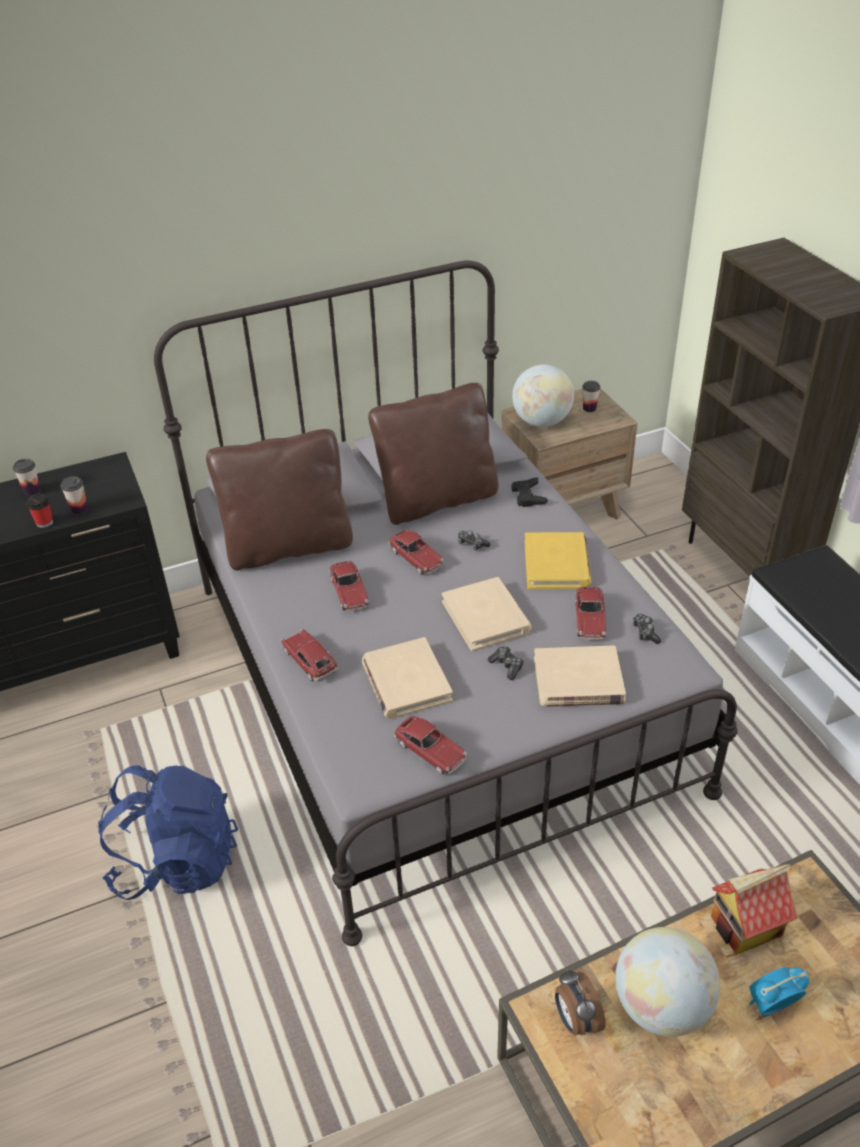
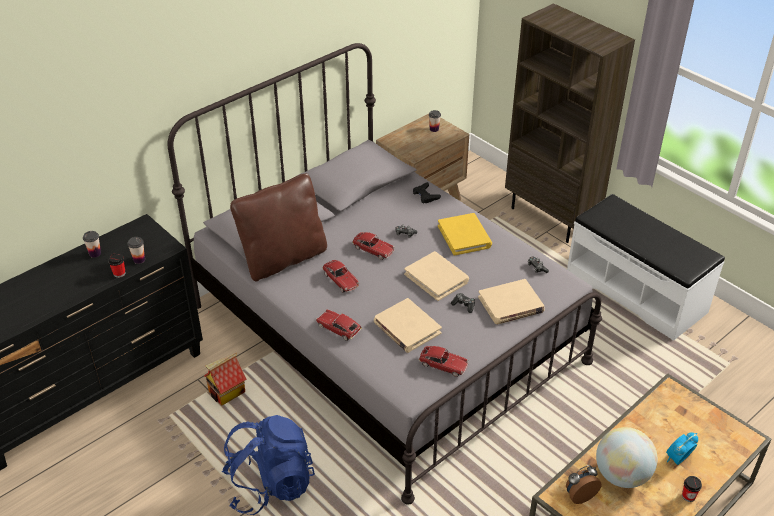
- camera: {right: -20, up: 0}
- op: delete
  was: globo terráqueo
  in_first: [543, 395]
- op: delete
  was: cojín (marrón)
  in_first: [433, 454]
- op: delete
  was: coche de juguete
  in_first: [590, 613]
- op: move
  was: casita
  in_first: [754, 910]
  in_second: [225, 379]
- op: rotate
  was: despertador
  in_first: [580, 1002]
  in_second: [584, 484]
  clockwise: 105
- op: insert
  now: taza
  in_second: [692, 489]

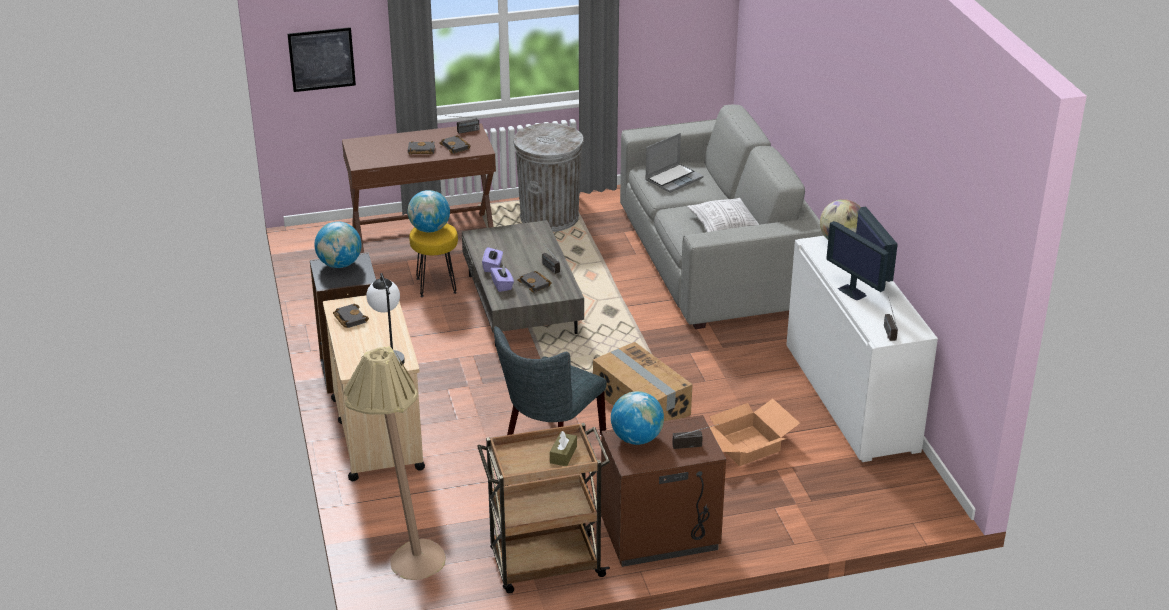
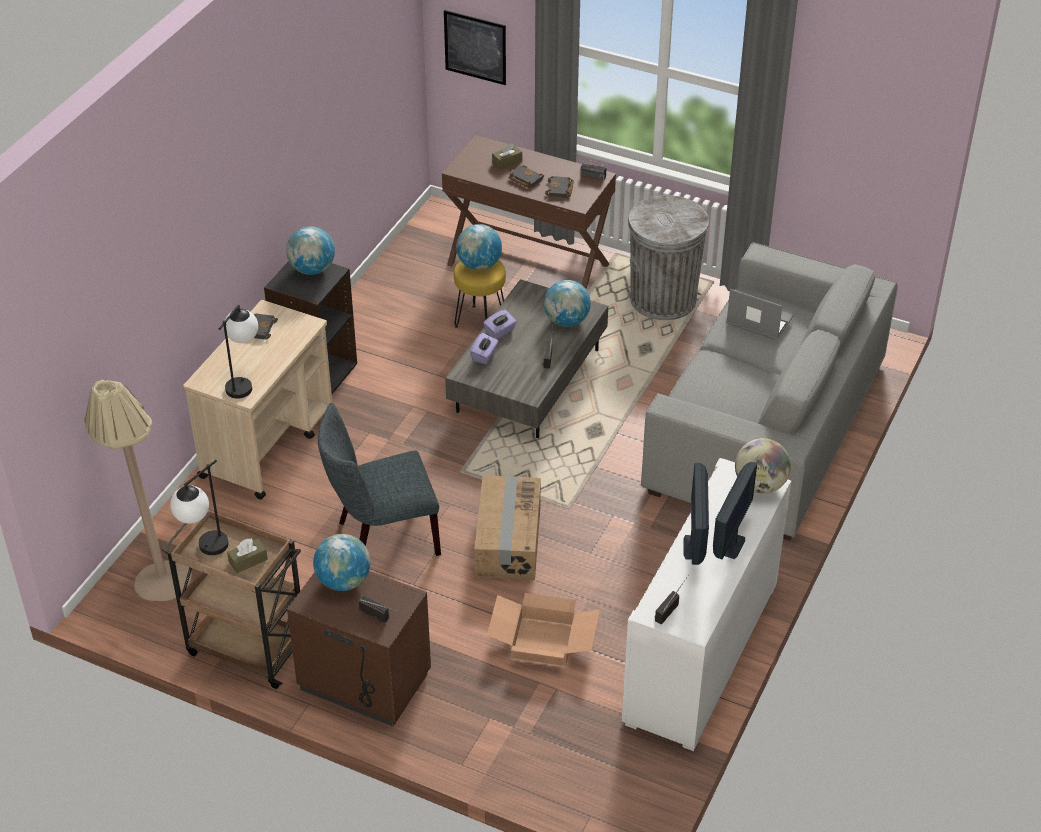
- camera: {right: 40, up: 10}
- op: rotate
  was: portátil
  in_first: [674, 163]
  in_second: [760, 314]
  clockwise: -150
- op: delete
  was: cojín
  in_first: [723, 215]
- op: delete
  was: libro (negro)
  in_first: [534, 281]
- op: insert
  now: caja de pañuelos (marrón)
  in_second: [507, 156]
- op: insert
  now: globo terráqueo
  in_second: [567, 303]
- op: insert
  now: lámpara de mesa
  in_second: [199, 507]

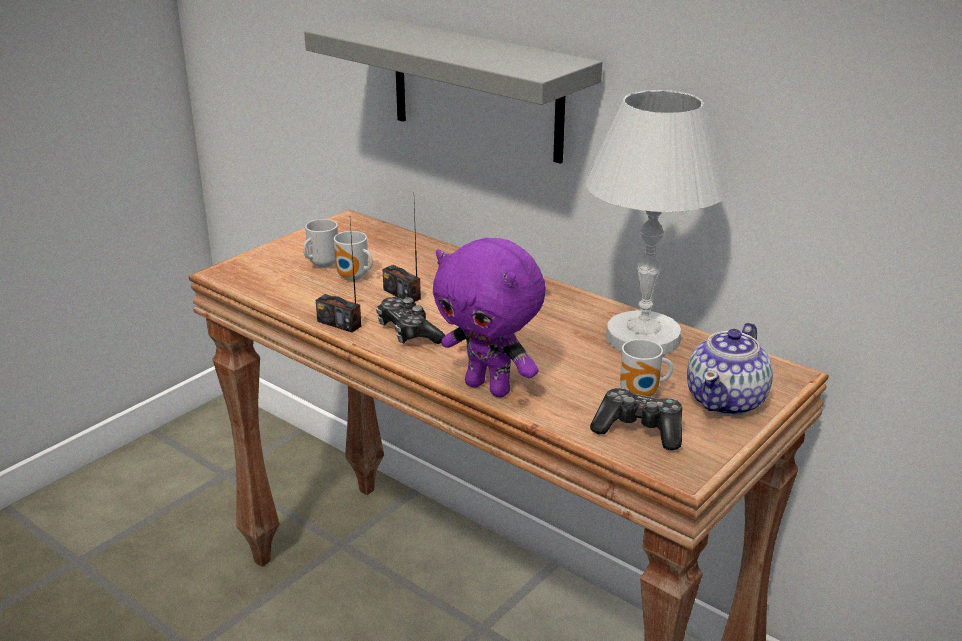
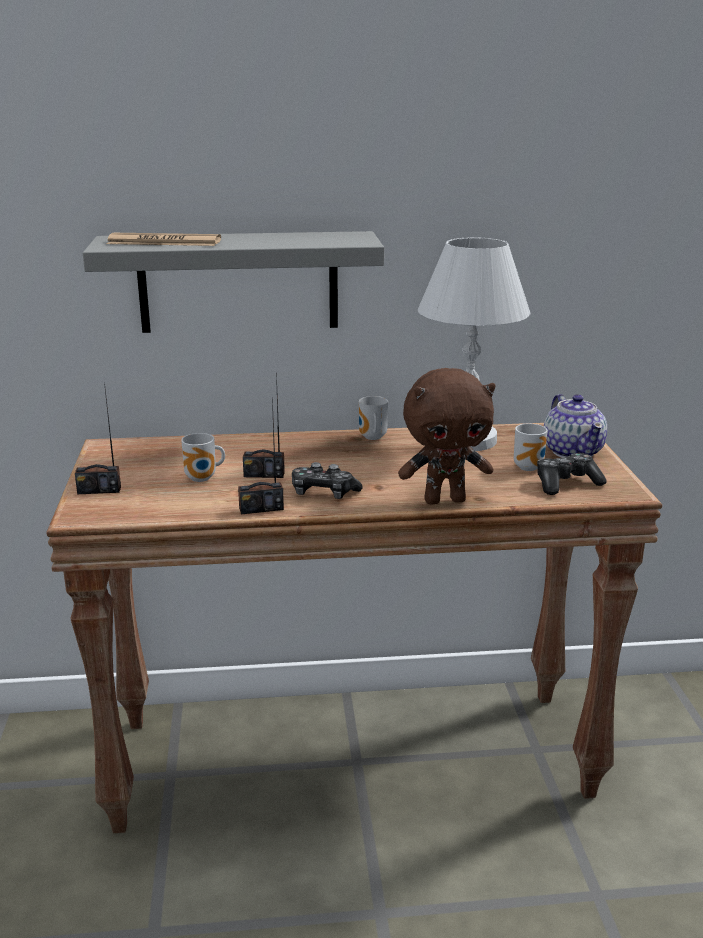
- camera: {right: -45, up: -5}
- op: move
  was: taza grande
  in_first: [320, 243]
  in_second: [373, 418]
- op: recolor
  was: peluche (morado)
  now: peluche (marrón)
  in_first: [489, 317]
  in_second: [446, 436]
- op: insert
  now: periódico
  in_second: [164, 239]
- op: insert
  now: radio
  in_second: [98, 438]

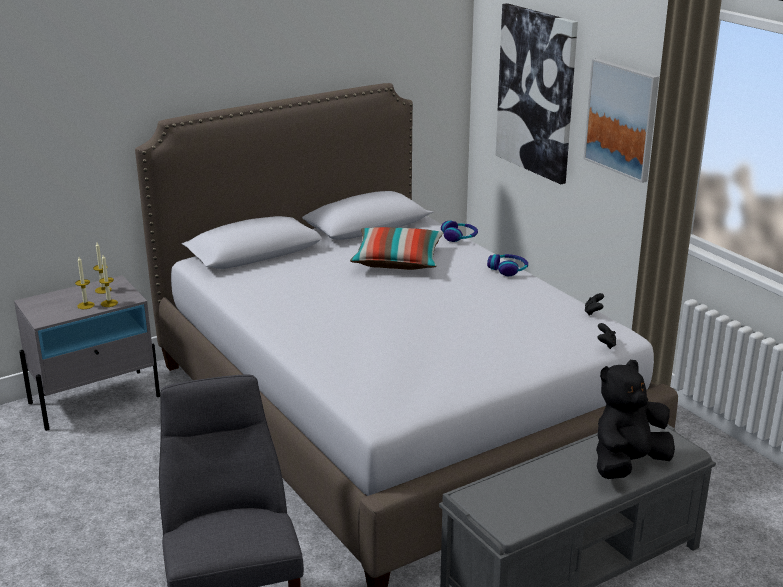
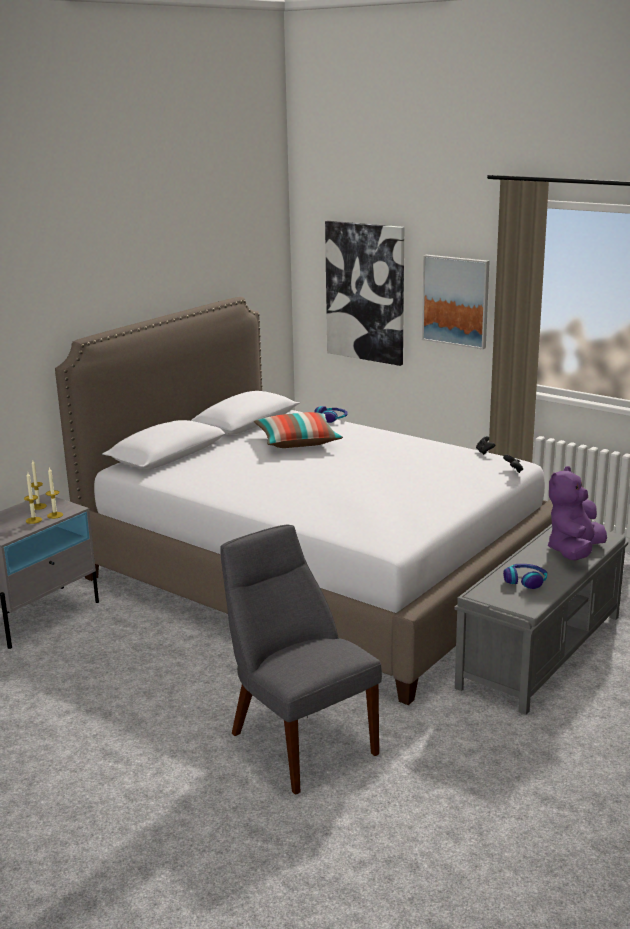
- camera: {right: -20, up: -5}
- op: move
  was: auriculares
  in_first: [507, 265]
  in_second: [525, 576]
- op: recolor
  was: peluche (negro)
  now: peluche (morado)
  in_first: [635, 419]
  in_second: [577, 513]

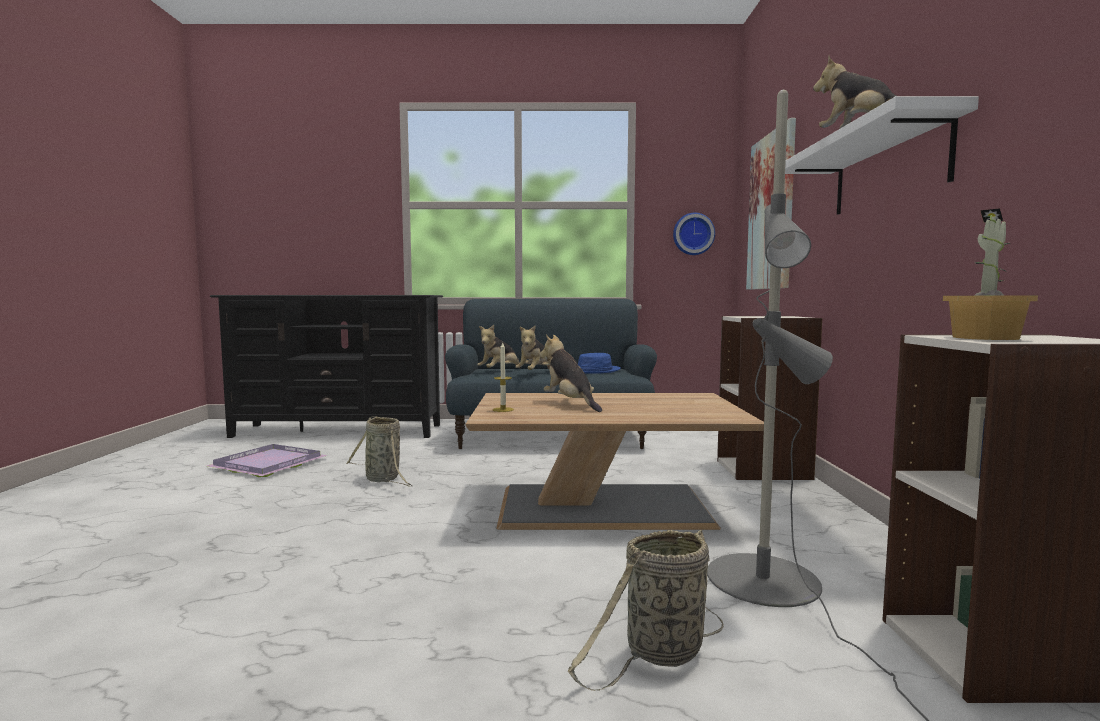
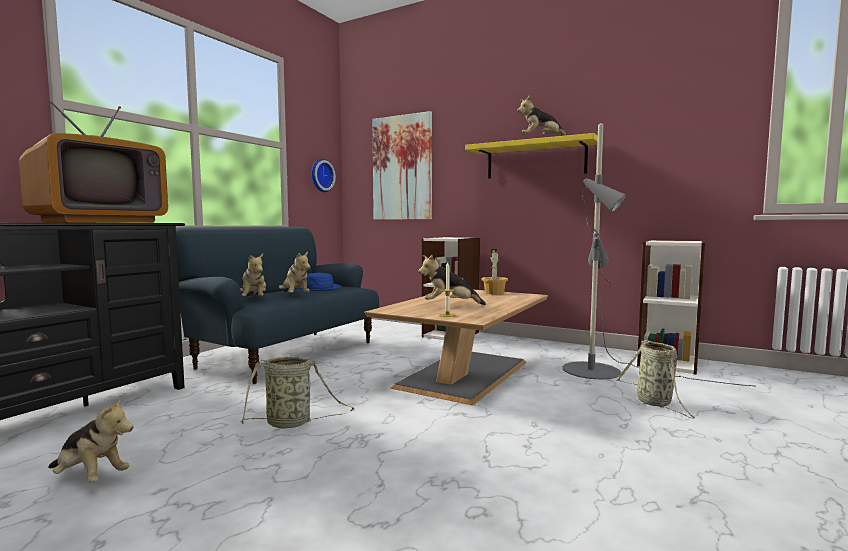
- camera: {right: -60, up: 0}
- op: recolor
  was: estante (blanco)
  now: estante (amarillo)
  in_first: [882, 155]
  in_second: [531, 156]
- op: move
  was: planta en maceta
  in_first: [990, 274]
  in_second: [495, 271]
- op: replace
  was: bandeja (morado)
  now: peluche
  in_first: [267, 460]
  in_second: [90, 439]
- op: insert
  now: televisor
  in_second: [93, 162]

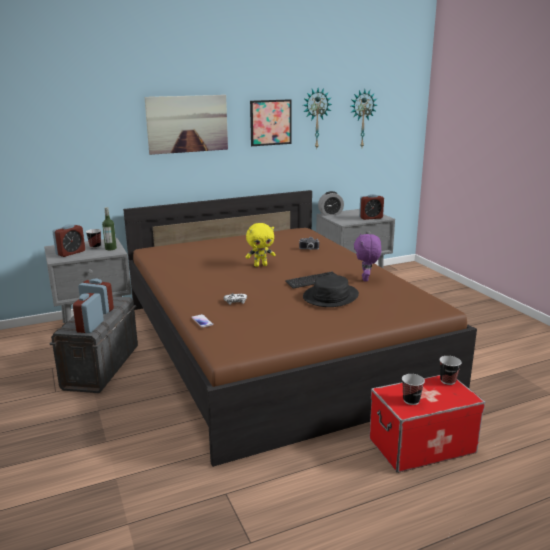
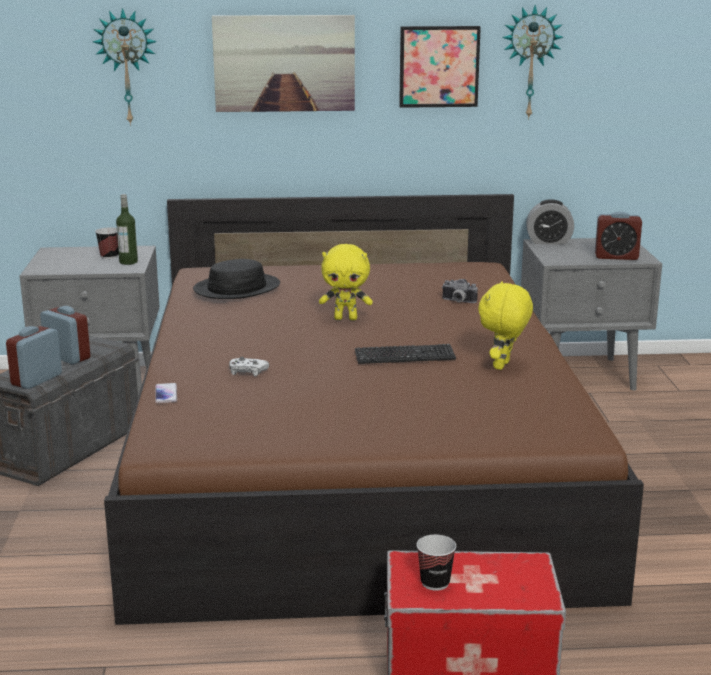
- camera: {right: 20, up: 0}
- op: move
  was: reloj de pared
  in_first: [364, 118]
  in_second: [125, 67]
- op: delete
  was: despertador
  in_first: [68, 240]
- op: recolor
  was: peluche (morado)
  now: peluche (amarillo)
  in_first: [367, 257]
  in_second: [505, 325]
- op: move
  was: sombrero (negro)
  in_first: [331, 291]
  in_second: [236, 279]
- op: delete
  was: taza
  in_first: [451, 370]

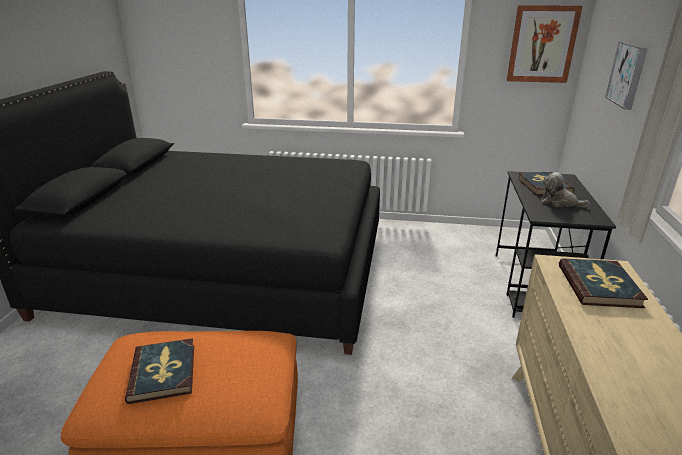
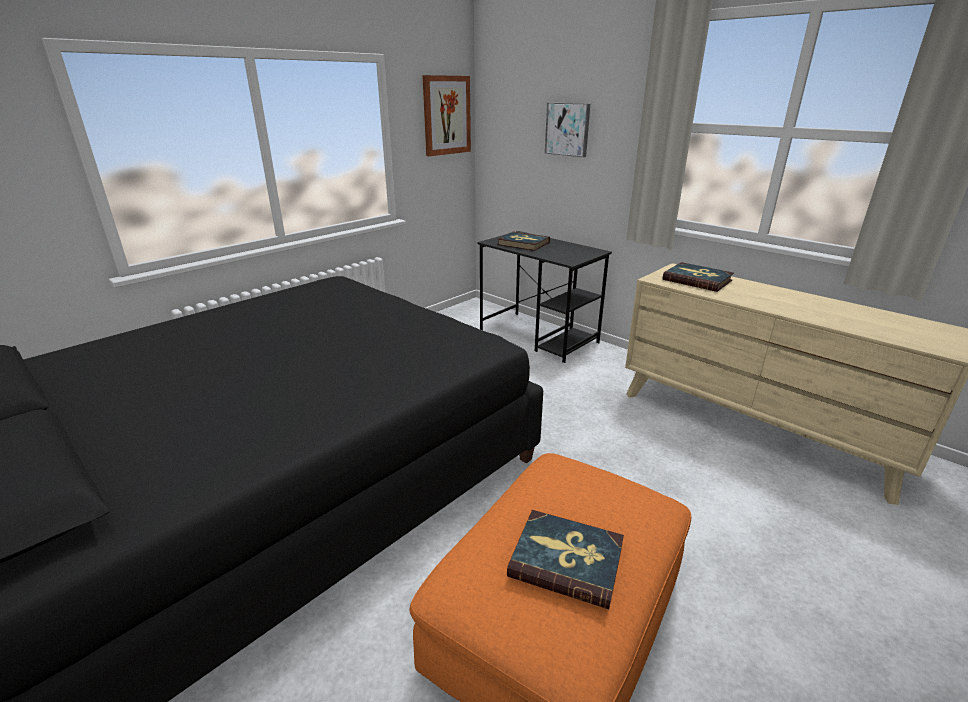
- camera: {right: -55, up: 0}
- op: delete
  was: peluche
  in_first: [566, 189]

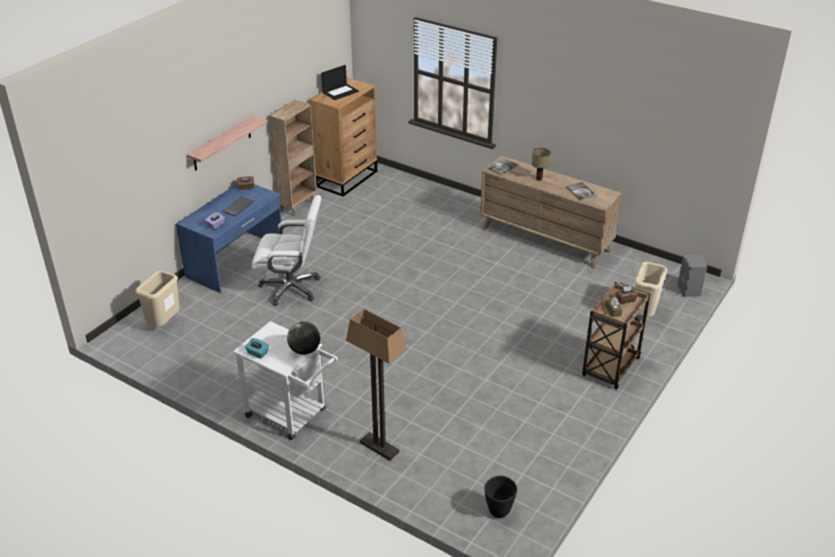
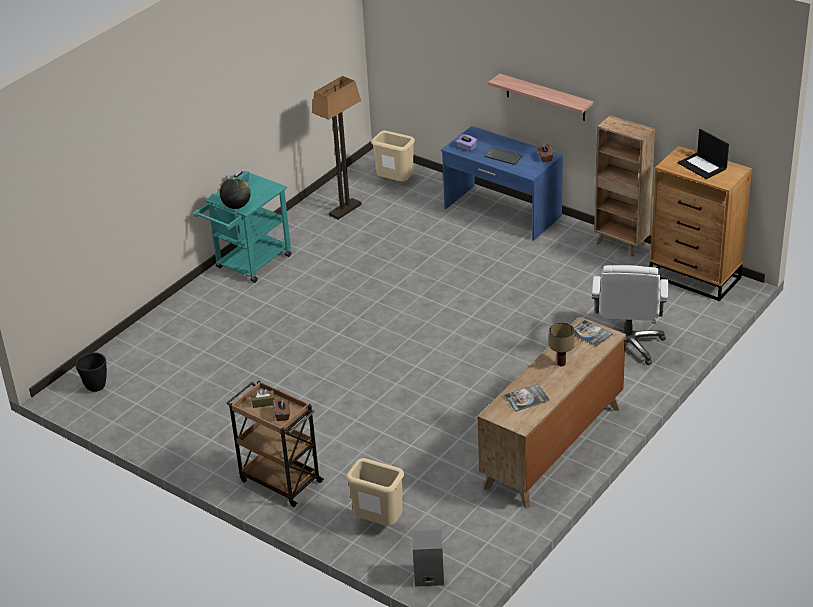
- camera: {right: 95, up: 0}
- op: move
  was: silla de oficina (blanco)
  in_first: [286, 250]
  in_second: [630, 315]
- op: move
  was: lámpara de pie
  in_first: [376, 385]
  in_second: [337, 148]
- op: recolor
  was: carrito (blanco)
  now: carrito (turquesa)
  in_first: [285, 380]
  in_second: [242, 228]

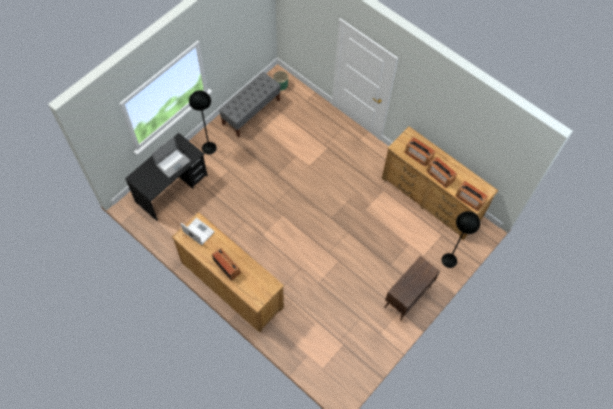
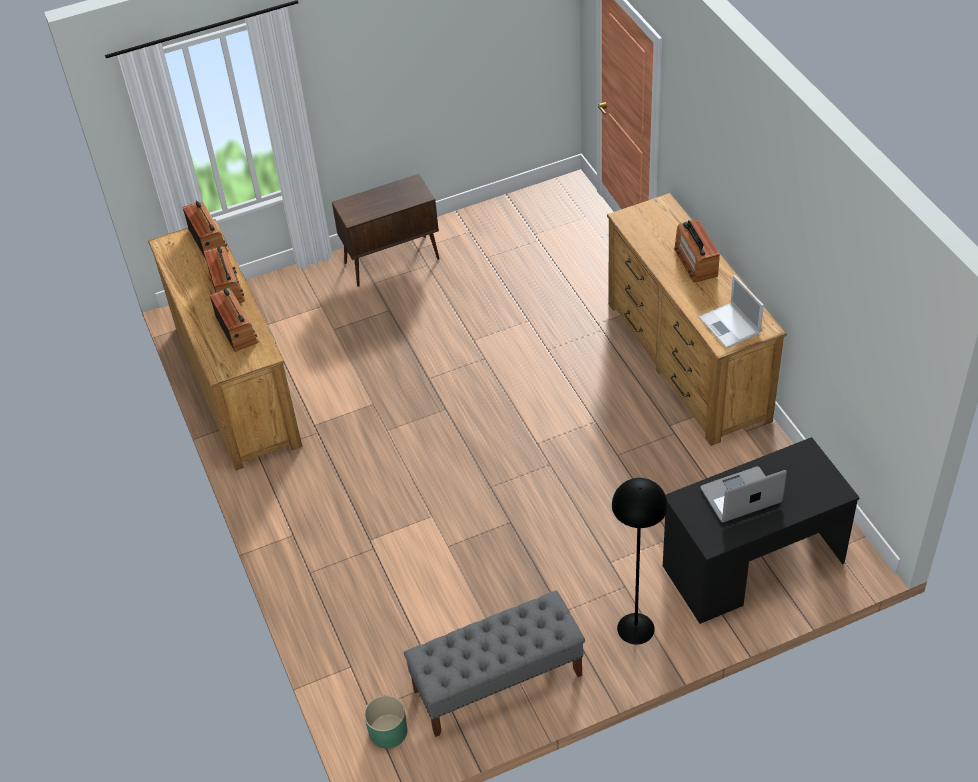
- camera: {right: -150, up: -15}
- op: delete
  was: lámpara de pie (negro)
  in_first: [460, 239]

